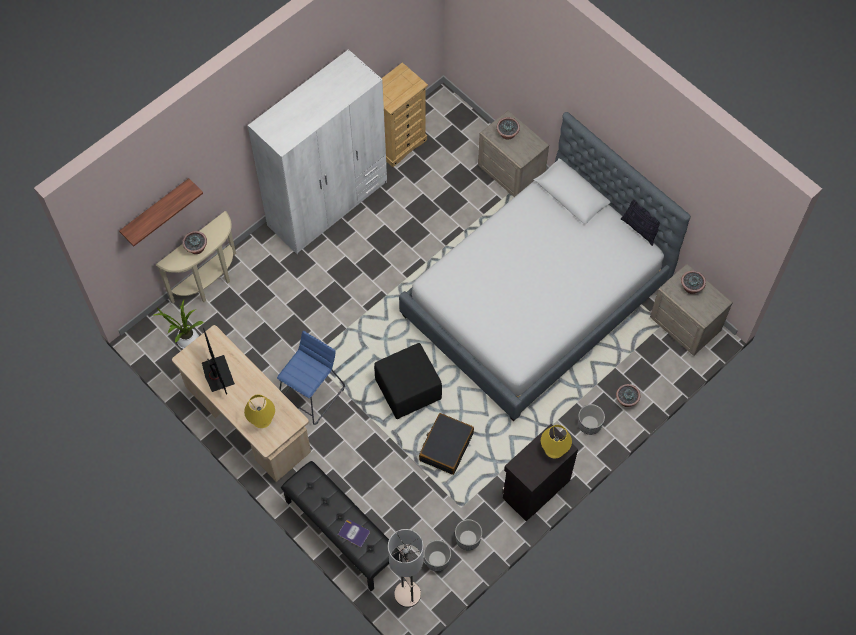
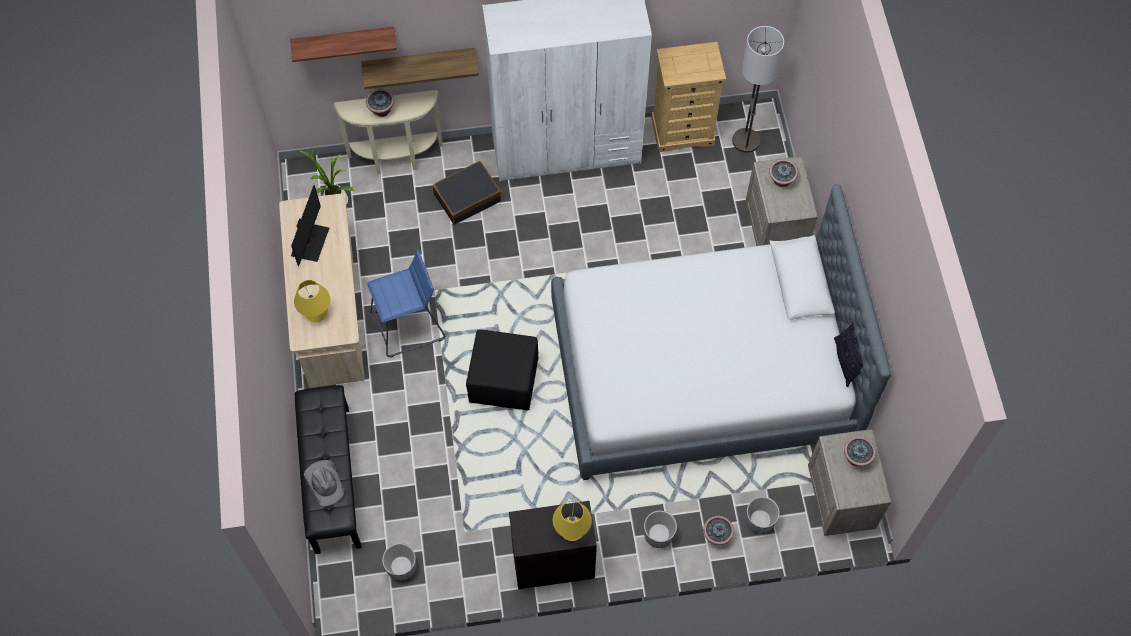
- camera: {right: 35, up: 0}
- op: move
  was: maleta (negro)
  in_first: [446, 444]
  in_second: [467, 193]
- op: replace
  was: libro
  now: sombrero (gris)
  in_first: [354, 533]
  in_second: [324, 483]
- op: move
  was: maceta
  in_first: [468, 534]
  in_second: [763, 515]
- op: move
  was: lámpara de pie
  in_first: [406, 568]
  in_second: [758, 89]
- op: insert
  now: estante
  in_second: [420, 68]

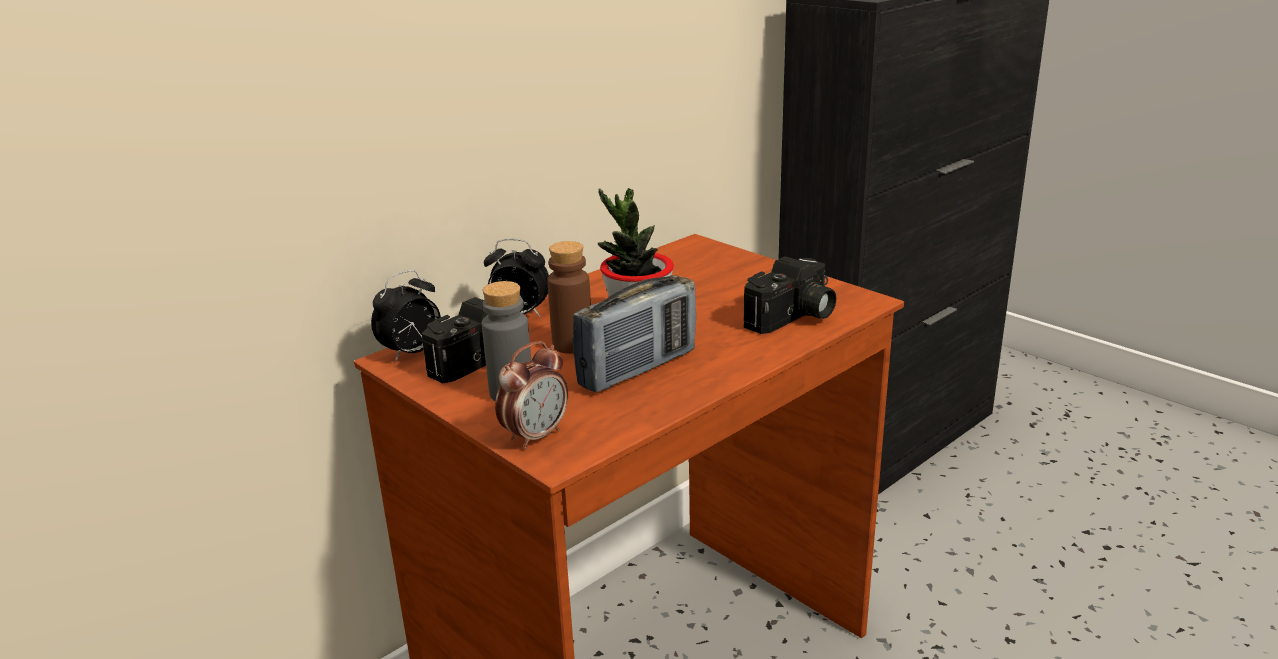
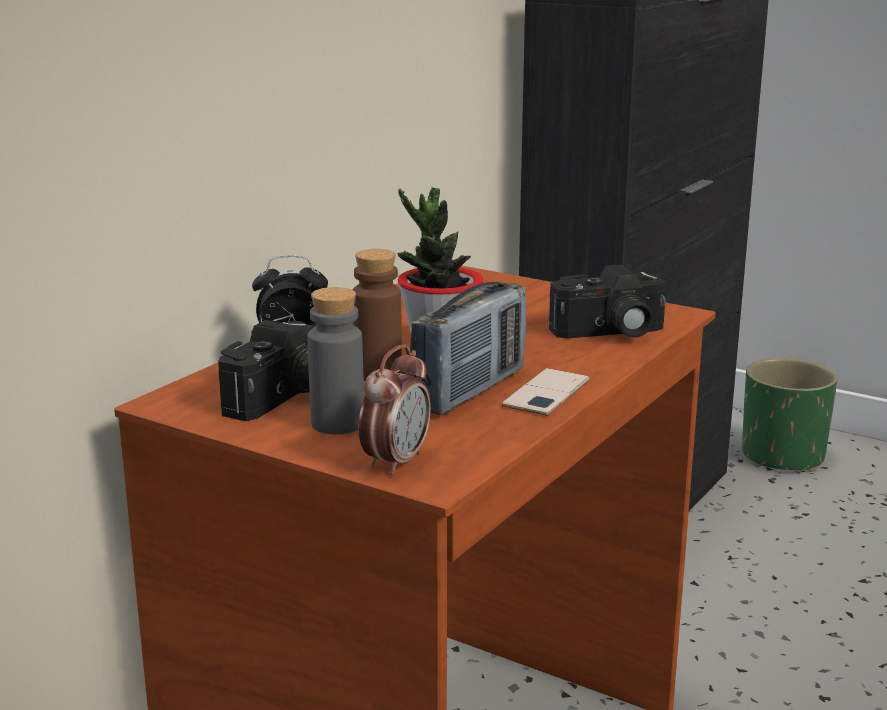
- camera: {right: -15, up: -5}
- op: rotate
  was: cámara
  in_first: [790, 295]
  in_second: [607, 301]
  clockwise: 45
- op: delete
  was: despertador
  in_first: [406, 316]
- op: insert
  now: maceta (verde)
  in_second: [790, 415]
- op: insert
  now: móvil
  in_second: [546, 392]

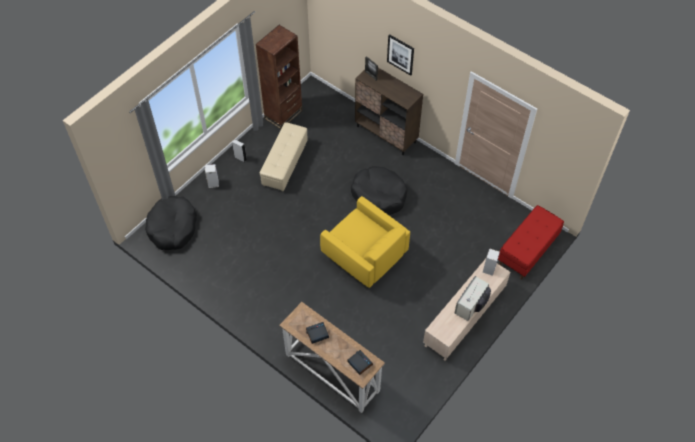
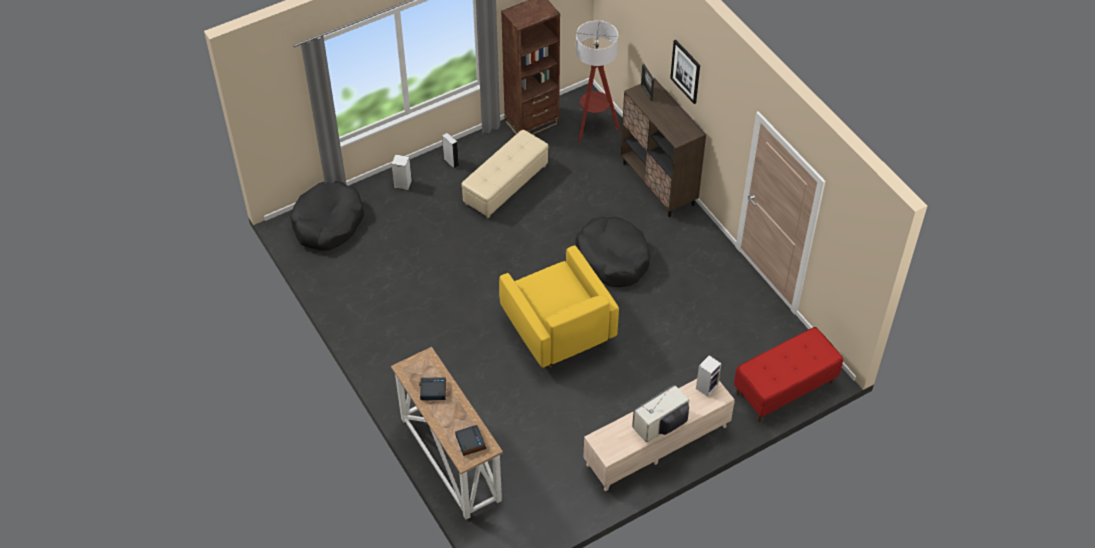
- camera: {right: 20, up: -5}
- op: insert
  now: lámpara de pie
  in_second: [598, 81]

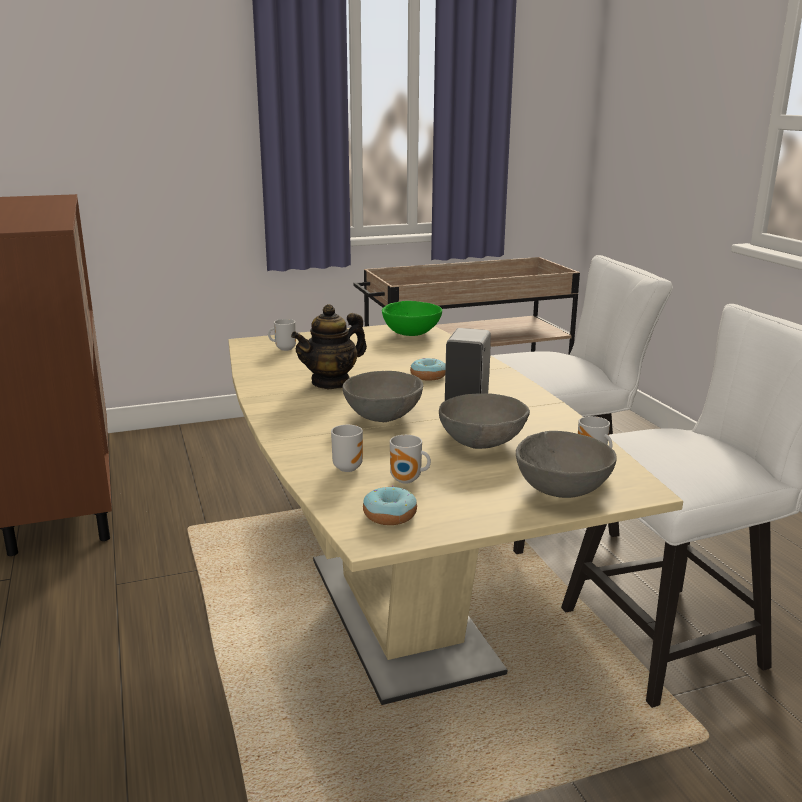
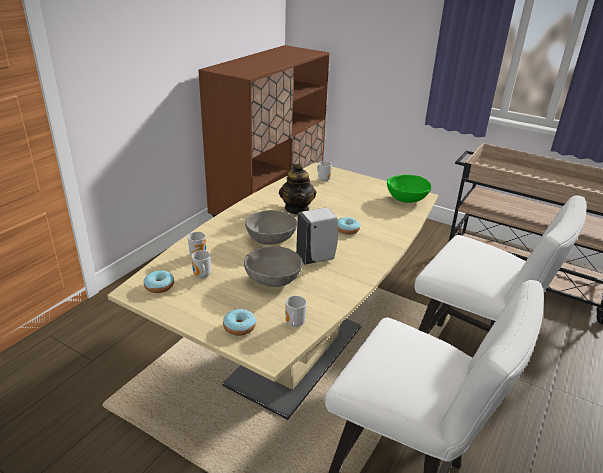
- camera: {right: 50, up: 10}
- op: rotate
  was: tetera
  in_first: [329, 346]
  in_second: [297, 189]
  clockwise: -105
- op: replace
  was: cuenco (gris)
  now: rosquilla
  in_first: [566, 464]
  in_second: [239, 322]

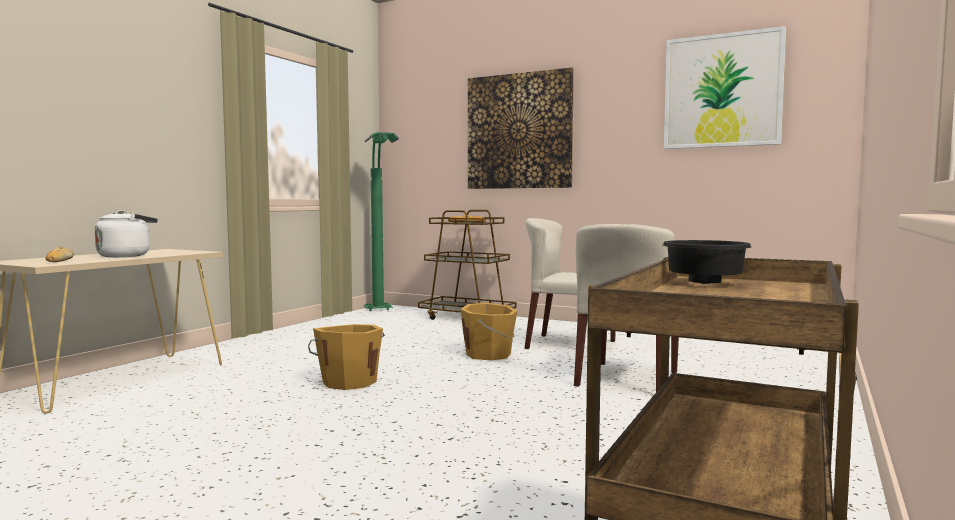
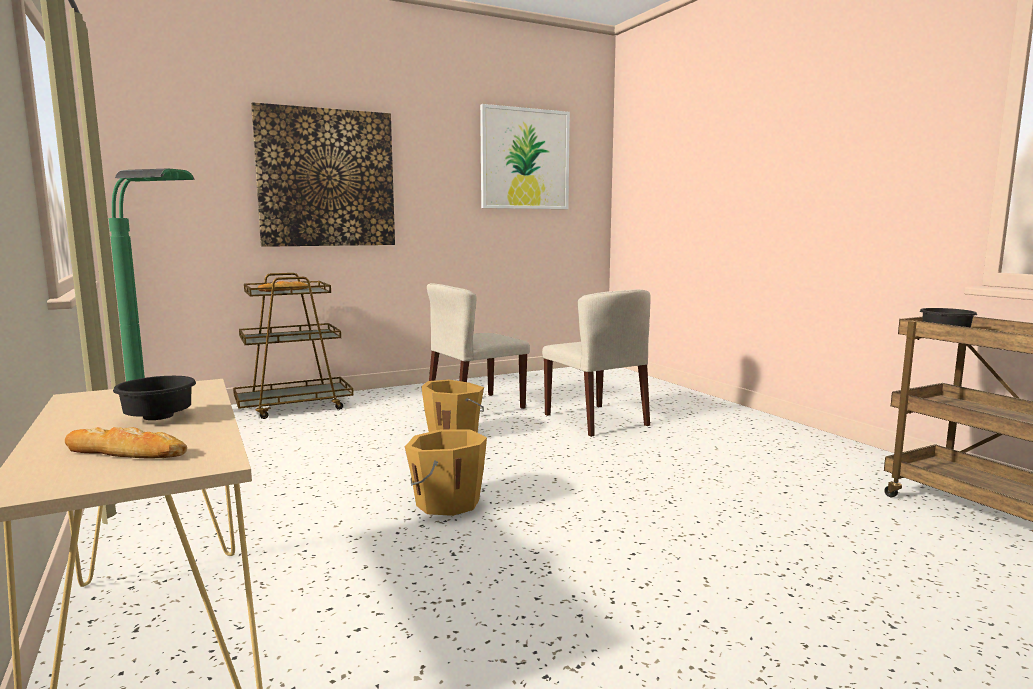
- camera: {right: -55, up: 5}
- op: replace
  was: hervidor (blanco)
  now: cuenco (negro)
  in_first: [126, 233]
  in_second: [154, 398]

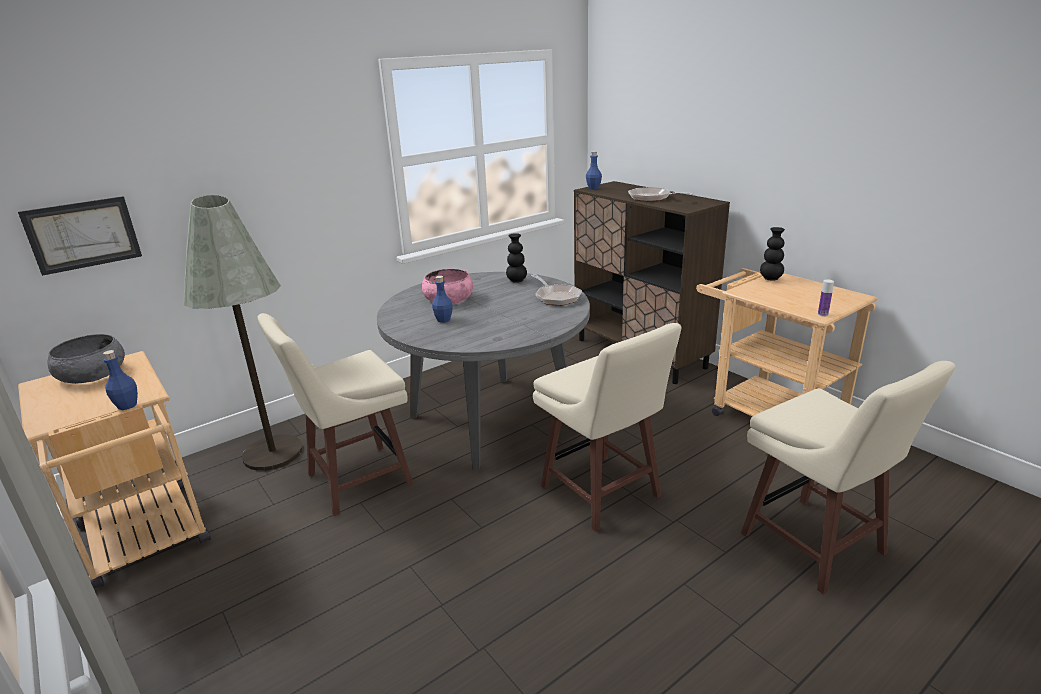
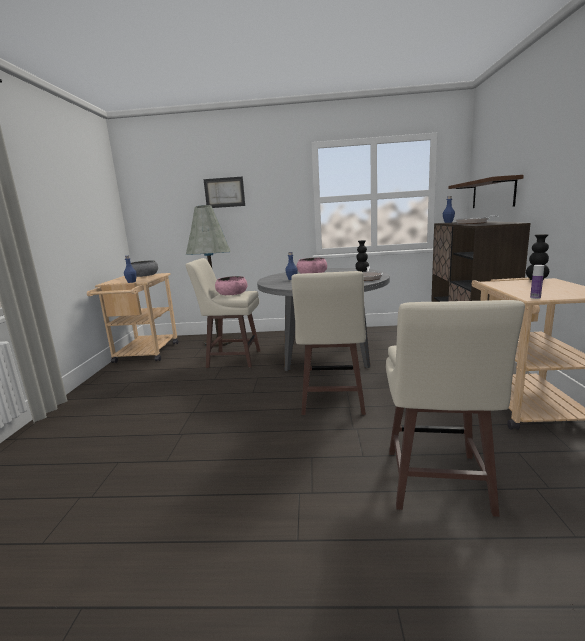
- camera: {right: 40, up: -10}
- op: move
  was: cuadro
  in_first: [80, 236]
  in_second: [224, 192]
- op: insert
  now: estante (marrón)
  in_second: [486, 191]
- op: insert
  now: cuenco (rosa)
  in_second: [231, 285]

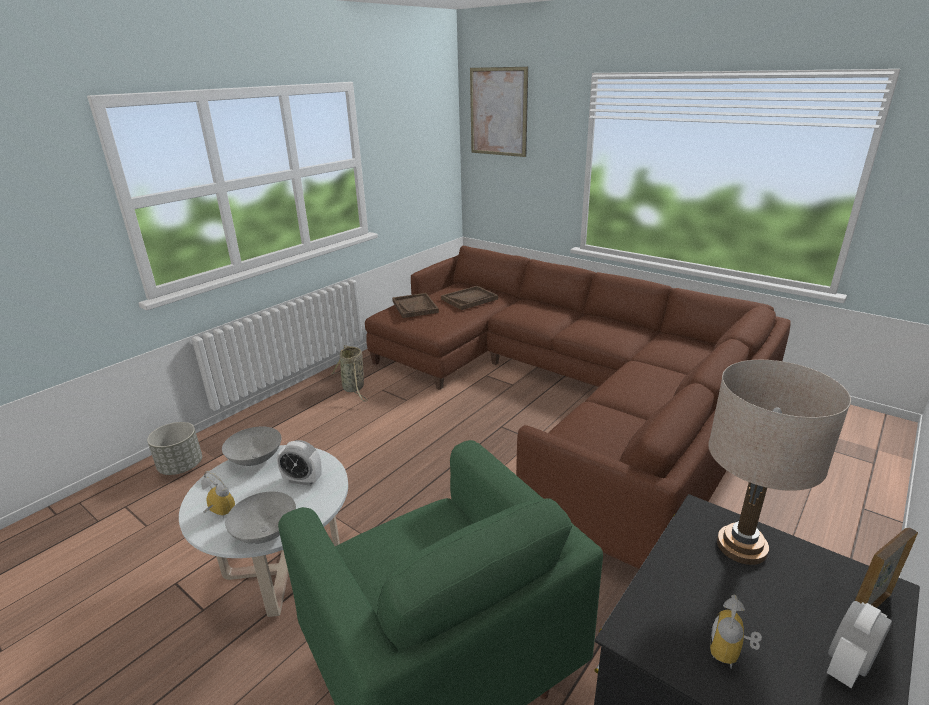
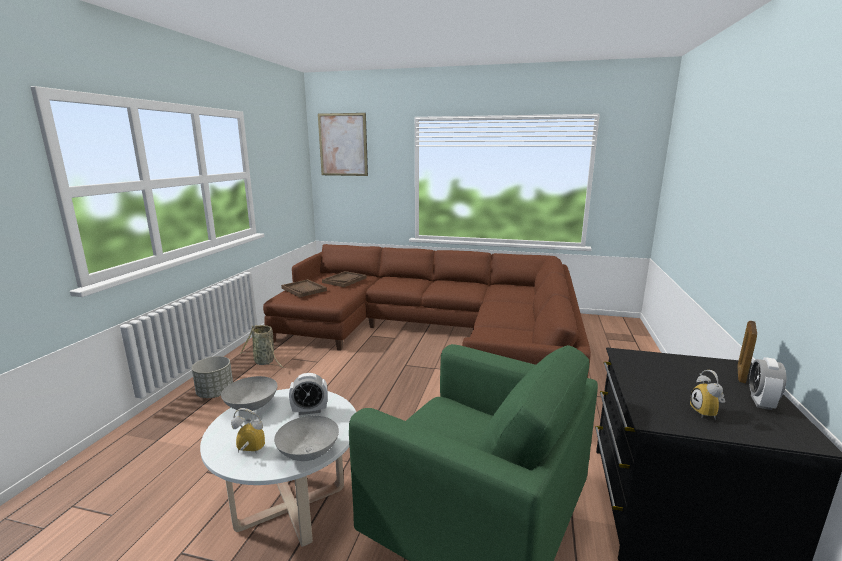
- camera: {right: -25, up: -10}
- op: delete
  was: lámpara de mesa (beis)
  in_first: [779, 462]
- op: move
  was: maceta (gris)
  in_first: [174, 448]
  in_second: [212, 377]

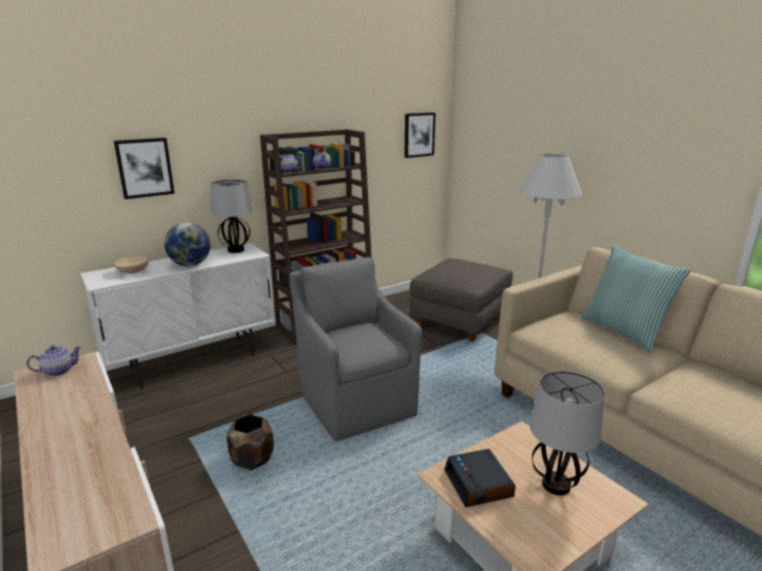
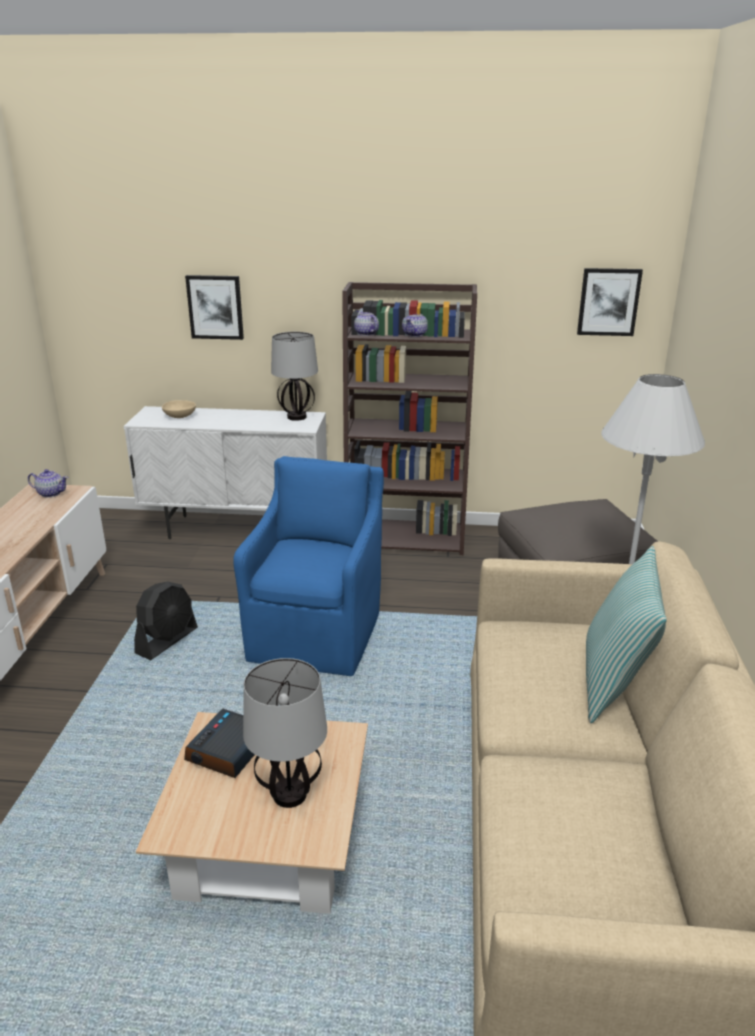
- camera: {right: 40, up: 5}
- op: delete
  was: globo terráqueo
  in_first: [187, 244]
- op: recolor
  was: sillón (gris)
  now: sillón (azul)
  in_first: [355, 349]
  in_second: [308, 566]
- op: replace
  was: maceta (marrón)
  now: ventilador (negro)
  in_first: [250, 442]
  in_second: [166, 621]

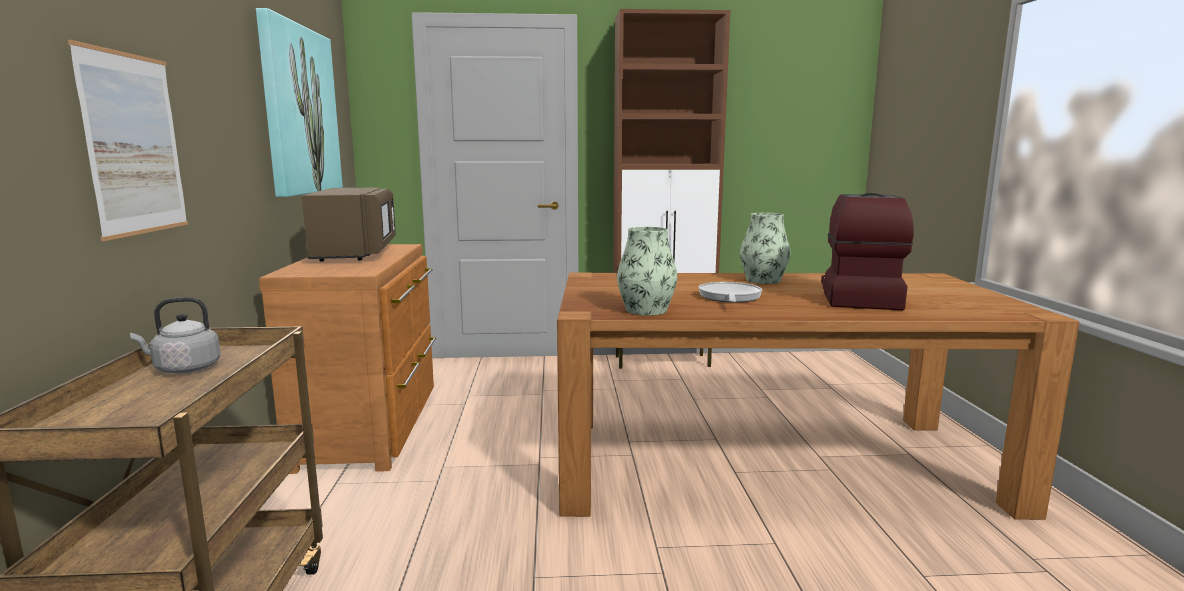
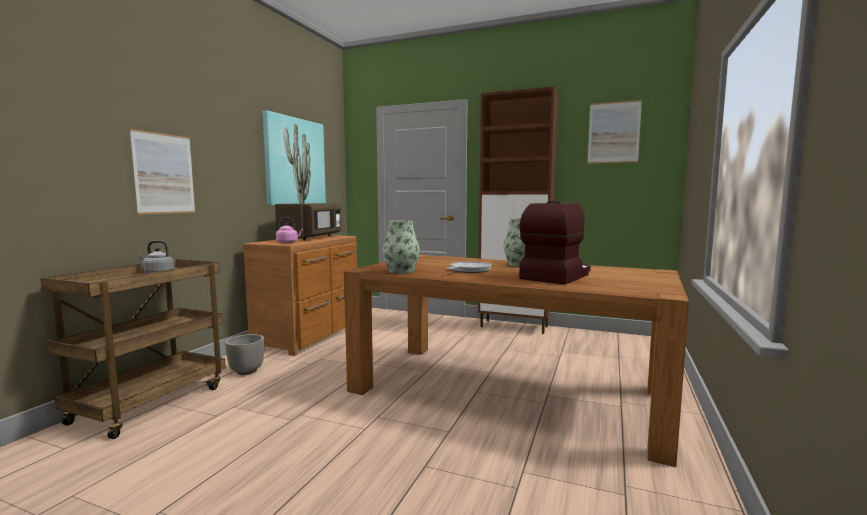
- camera: {right: 25, up: -5}
- op: insert
  now: cuadro
  in_second: [615, 132]
- op: insert
  now: hervidor (rosa)
  in_second: [289, 230]
- op: insert
  now: maceta (gris)
  in_second: [245, 354]

